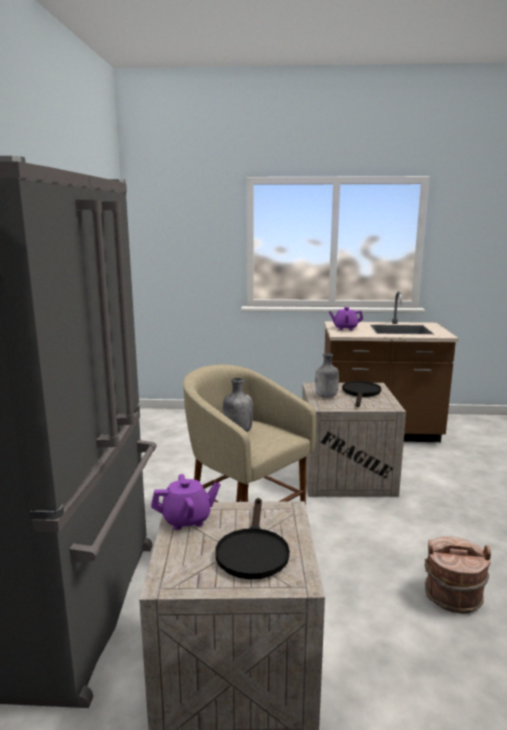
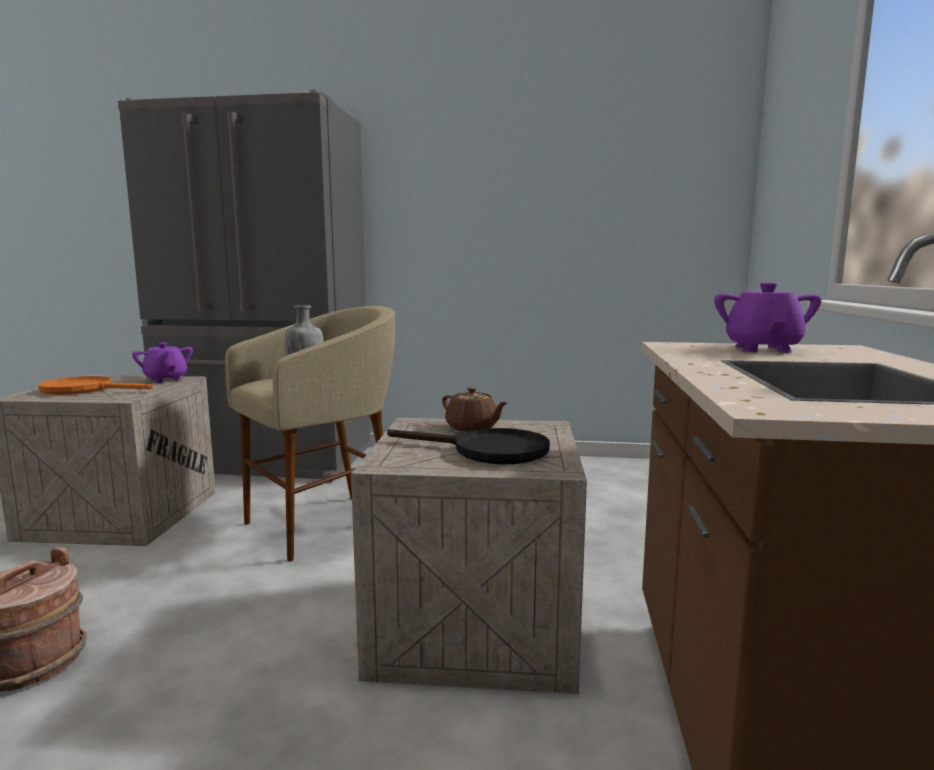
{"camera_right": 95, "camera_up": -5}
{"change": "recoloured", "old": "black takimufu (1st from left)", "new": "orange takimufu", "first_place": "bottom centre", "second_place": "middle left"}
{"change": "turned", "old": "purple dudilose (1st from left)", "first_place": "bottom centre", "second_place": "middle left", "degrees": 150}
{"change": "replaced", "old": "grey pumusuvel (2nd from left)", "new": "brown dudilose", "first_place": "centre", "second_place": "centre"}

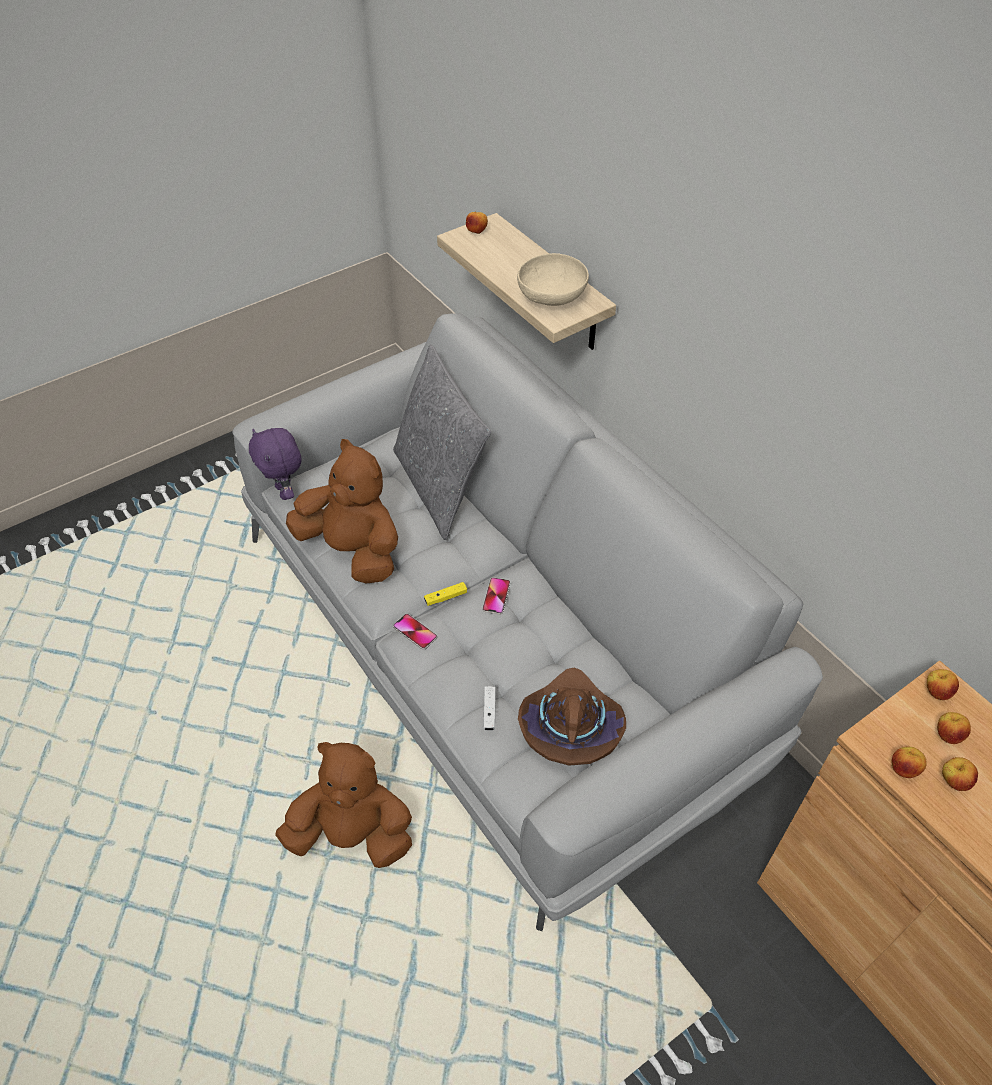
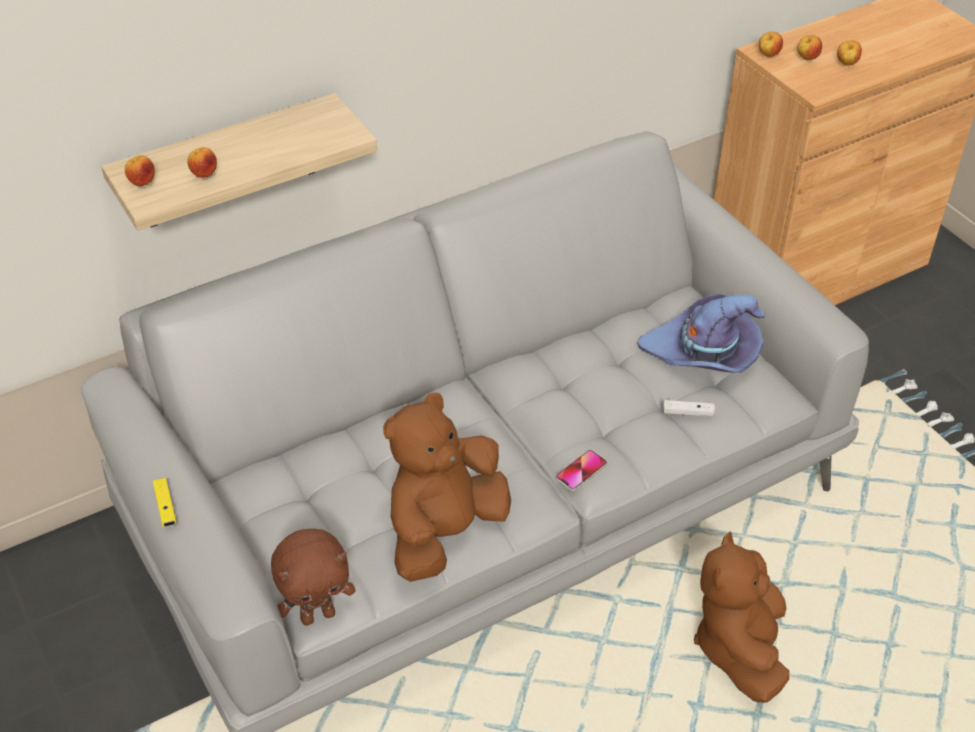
{"camera_right": -85, "camera_up": -5}
{"change": "moved", "old": "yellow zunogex", "first_place": "centre", "second_place": "bottom left"}
{"change": "moved", "old": "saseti (2nd from left)", "first_place": "bottom right", "second_place": "top left"}
{"change": "recoloured", "old": "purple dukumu", "new": "brown dukumu (1st from left)", "first_place": "middle left", "second_place": "bottom left"}
{"change": "recoloured", "old": "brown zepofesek", "new": "purple zepofesek", "first_place": "centre", "second_place": "middle right"}
{"change": "removed", "old": "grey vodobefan", "first_place": "centre"}
{"change": "removed", "old": "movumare (2nd from left)", "first_place": "centre"}
{"change": "removed", "old": "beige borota", "first_place": "top centre"}

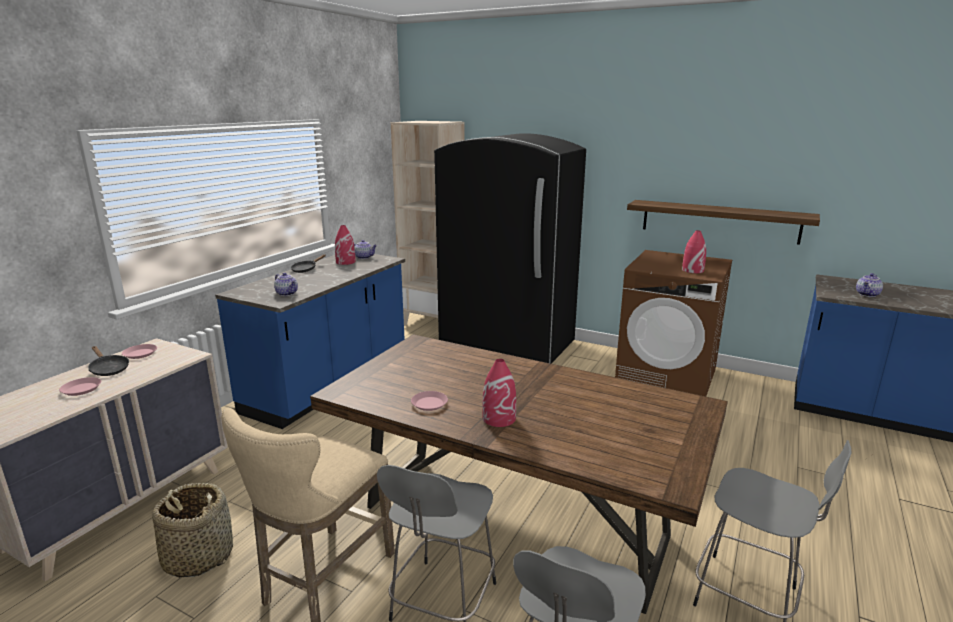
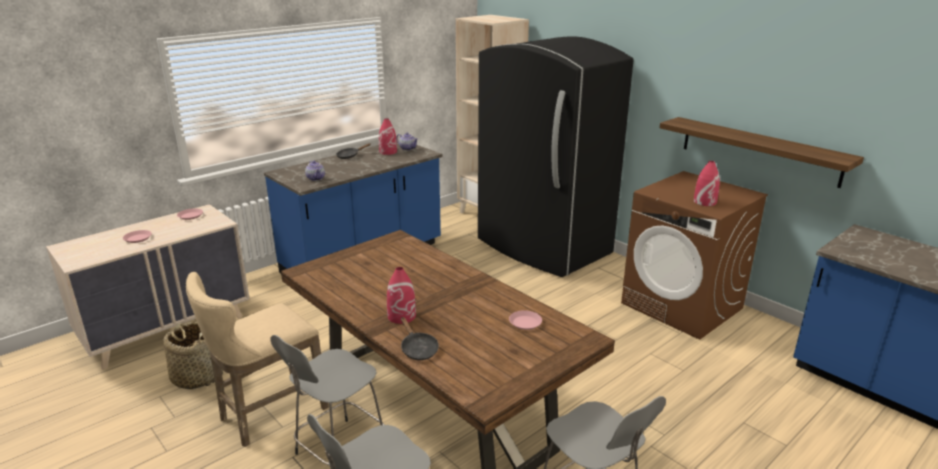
{"camera_right": 20, "camera_up": 5}
{"change": "moved", "old": "black takimufu (1st from left in the first image)", "new": "black takimufu (2nd from left)", "first_place": "middle left", "second_place": "bottom centre"}
{"change": "moved", "old": "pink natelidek (3rd from left)", "first_place": "centre", "second_place": "bottom centre"}
{"change": "removed", "old": "dudilose (3rd from left)", "first_place": "middle right"}

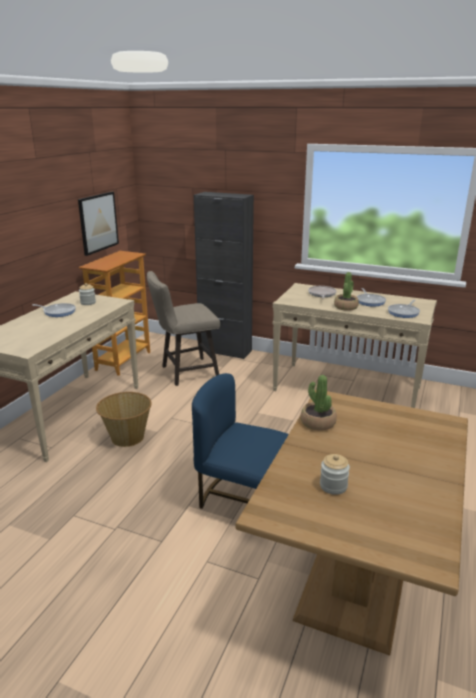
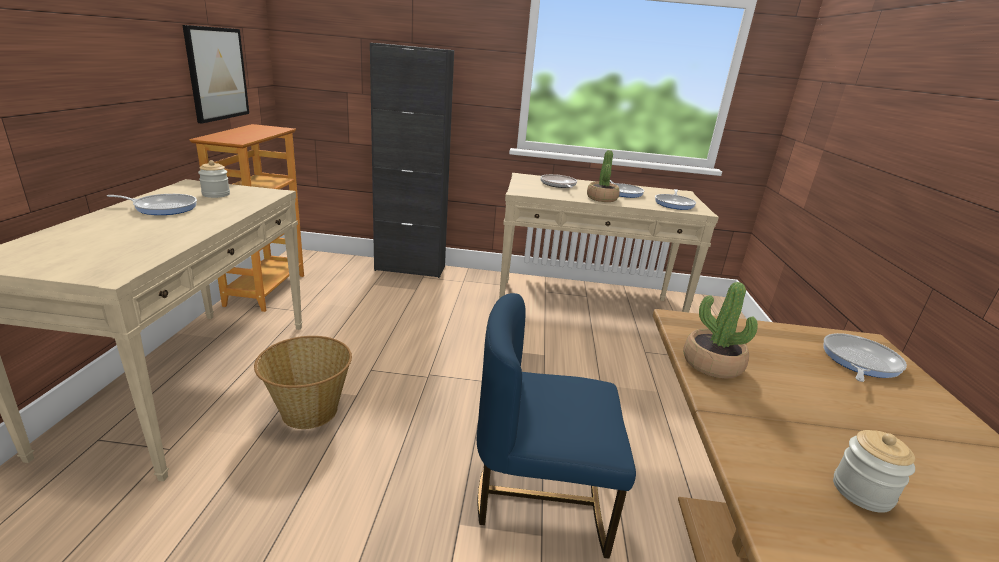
{"camera_right": -20, "camera_up": 0}
{"change": "added", "new": "takimufu (5th from left)", "second_place": "middle right"}
{"change": "removed", "old": "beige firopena", "first_place": "centre"}

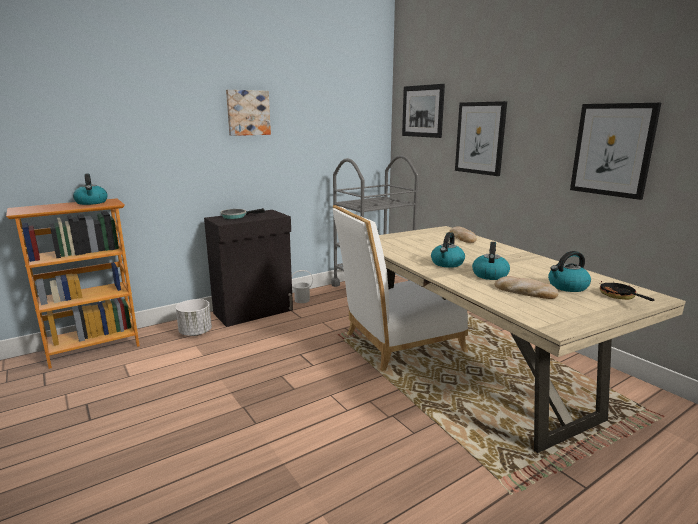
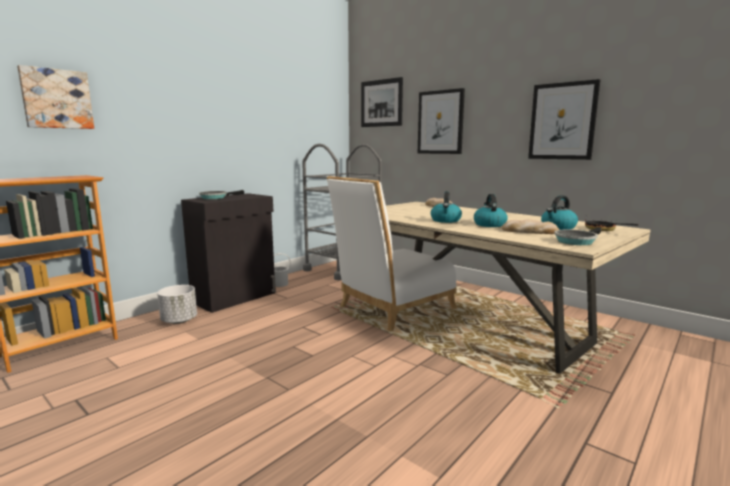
{"camera_right": -15, "camera_up": -5}
{"change": "moved", "old": "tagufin (1st from left)", "first_place": "top centre", "second_place": "top left"}
{"change": "added", "new": "takimufu (2nd from left)", "second_place": "middle right"}
{"change": "removed", "old": "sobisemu (1st from left)", "first_place": "middle left"}

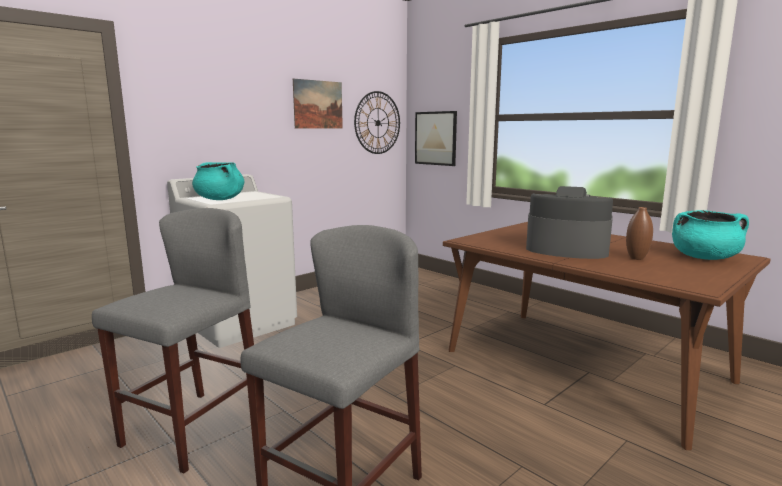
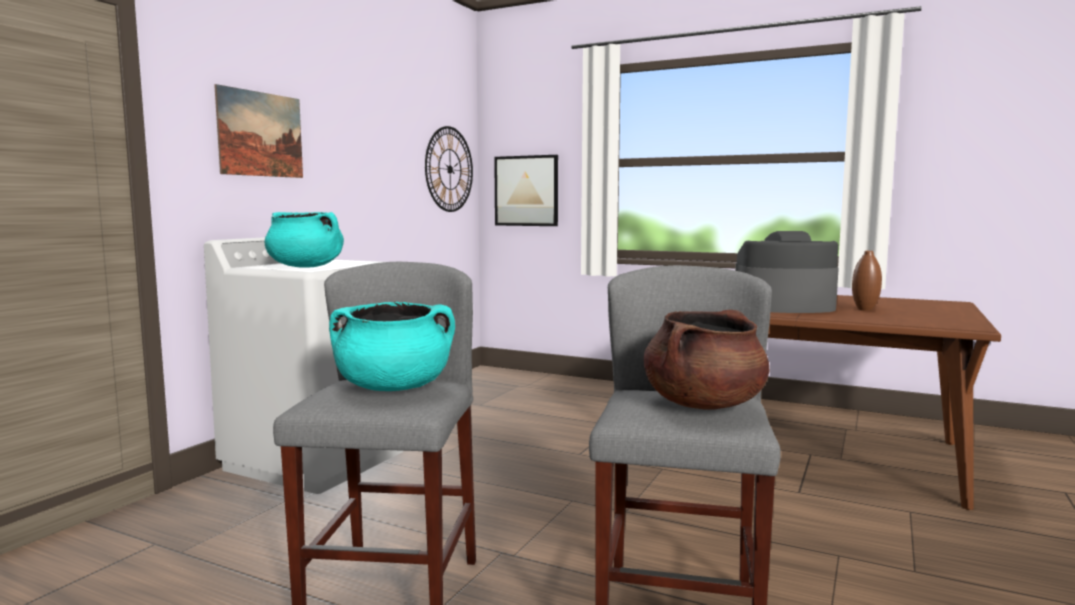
{"camera_right": -20, "camera_up": -5}
{"change": "moved", "old": "tagufin (1st from left)", "first_place": "top centre", "second_place": "top left"}
{"change": "moved", "old": "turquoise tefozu (2nd from left)", "first_place": "middle right", "second_place": "centre"}
{"change": "added", "new": "brown tefozu", "second_place": "centre"}

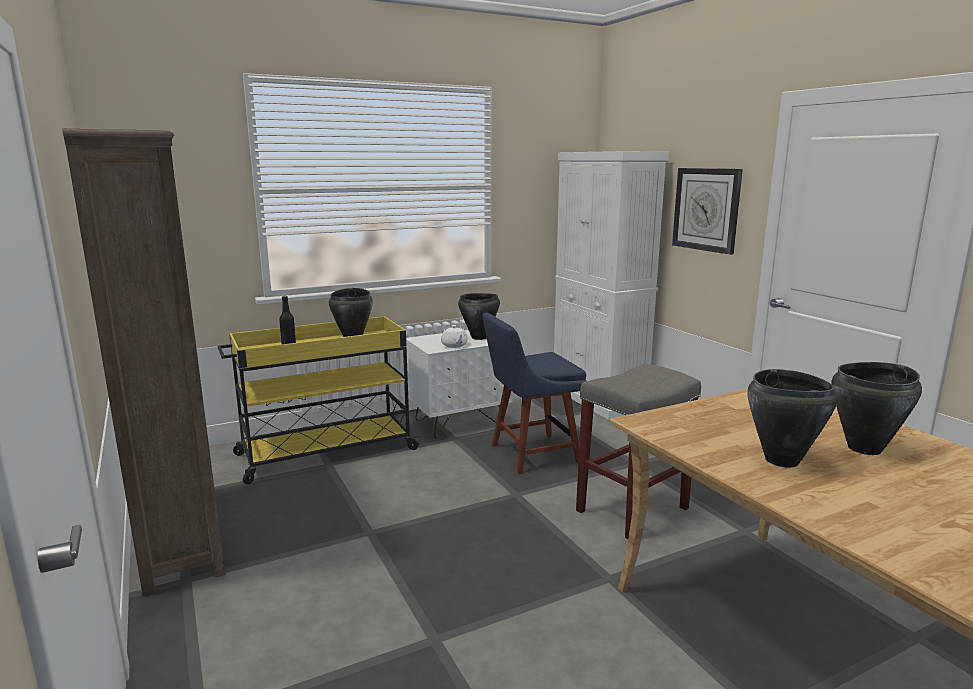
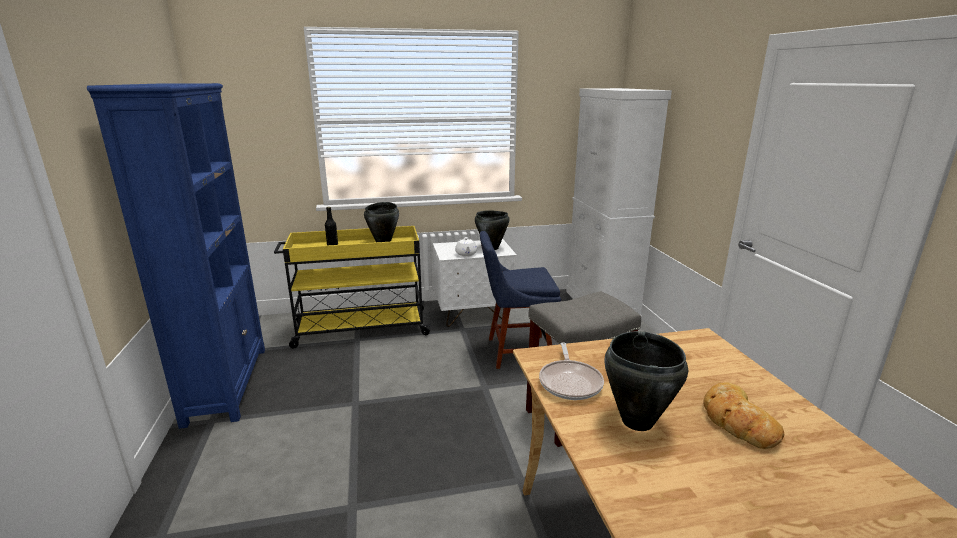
{"camera_right": 15, "camera_up": 5}
{"change": "recoloured", "old": "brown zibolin", "new": "blue zibolin", "first_place": "middle left", "second_place": "middle left"}
{"change": "added", "new": "takimufu", "second_place": "bottom centre"}
{"change": "replaced", "old": "black tefozu (4th from left)", "new": "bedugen", "first_place": "middle right", "second_place": "bottom right"}
{"change": "removed", "old": "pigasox", "first_place": "top right"}

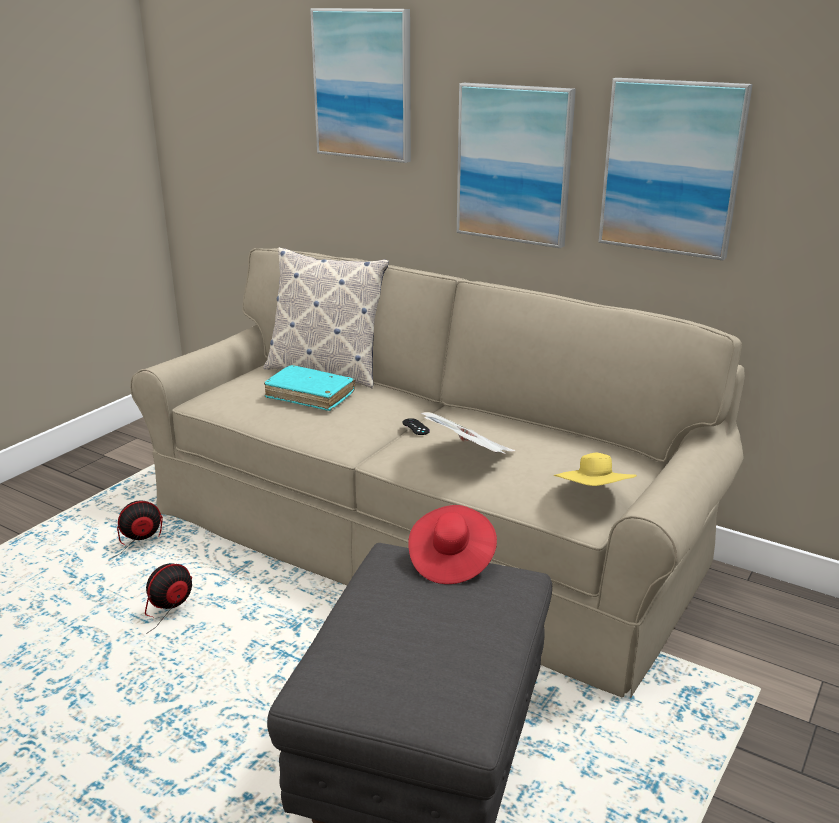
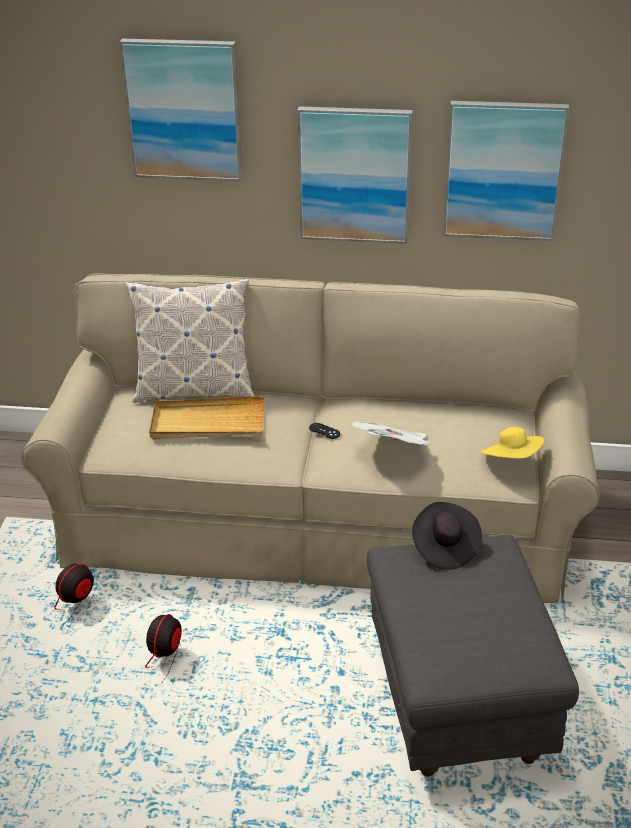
{"camera_right": -25, "camera_up": 10}
{"change": "replaced", "old": "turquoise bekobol", "new": "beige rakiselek", "first_place": "centre", "second_place": "middle left"}
{"change": "recoloured", "old": "red zepofesek", "new": "black zepofesek", "first_place": "centre", "second_place": "middle right"}

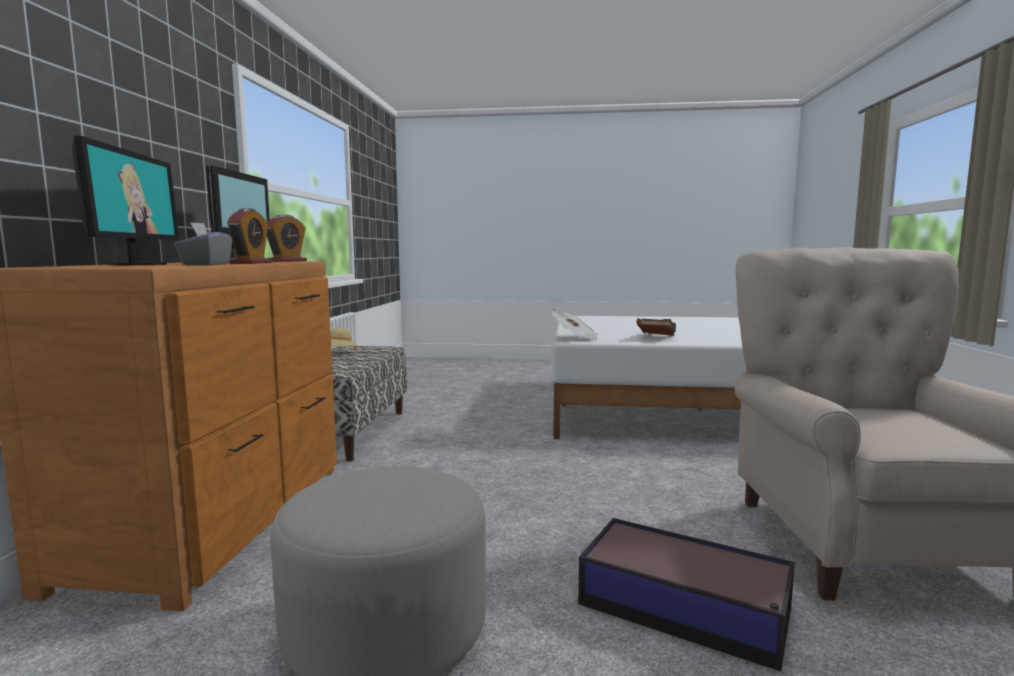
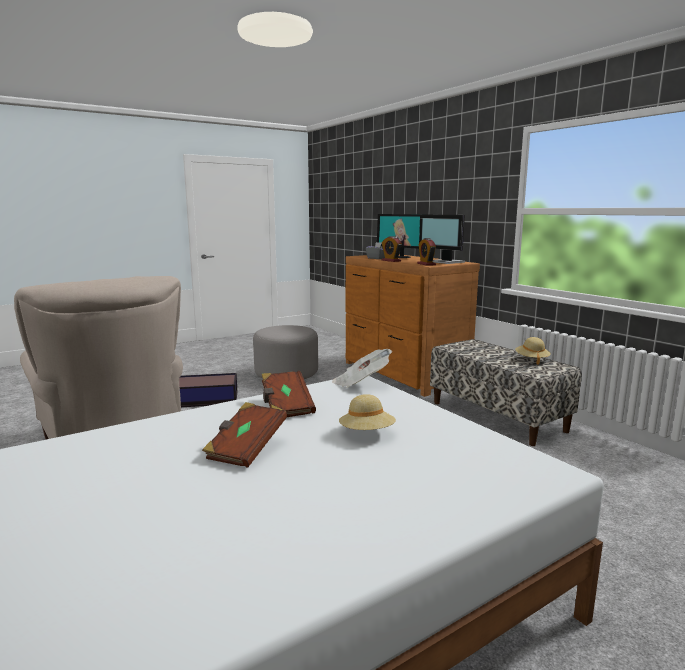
{"camera_right": 140, "camera_up": 5}
{"change": "added", "new": "brown bekobol (1st from left)", "second_place": "centre"}
{"change": "added", "new": "beige zepofesek (1st from left)", "second_place": "centre"}

